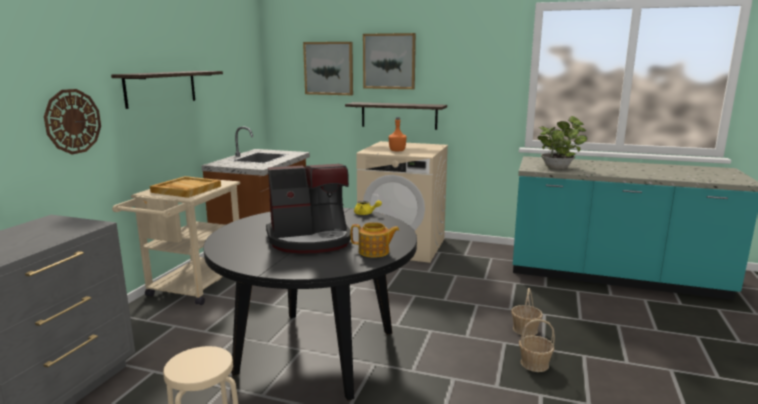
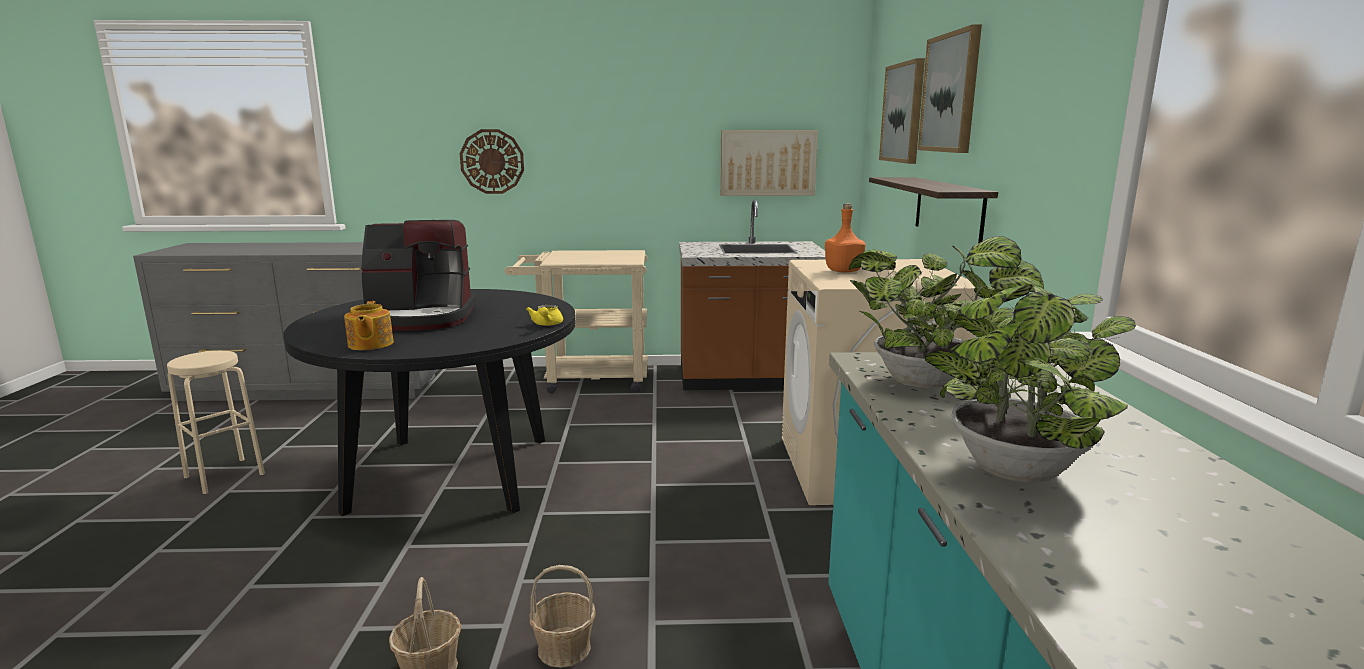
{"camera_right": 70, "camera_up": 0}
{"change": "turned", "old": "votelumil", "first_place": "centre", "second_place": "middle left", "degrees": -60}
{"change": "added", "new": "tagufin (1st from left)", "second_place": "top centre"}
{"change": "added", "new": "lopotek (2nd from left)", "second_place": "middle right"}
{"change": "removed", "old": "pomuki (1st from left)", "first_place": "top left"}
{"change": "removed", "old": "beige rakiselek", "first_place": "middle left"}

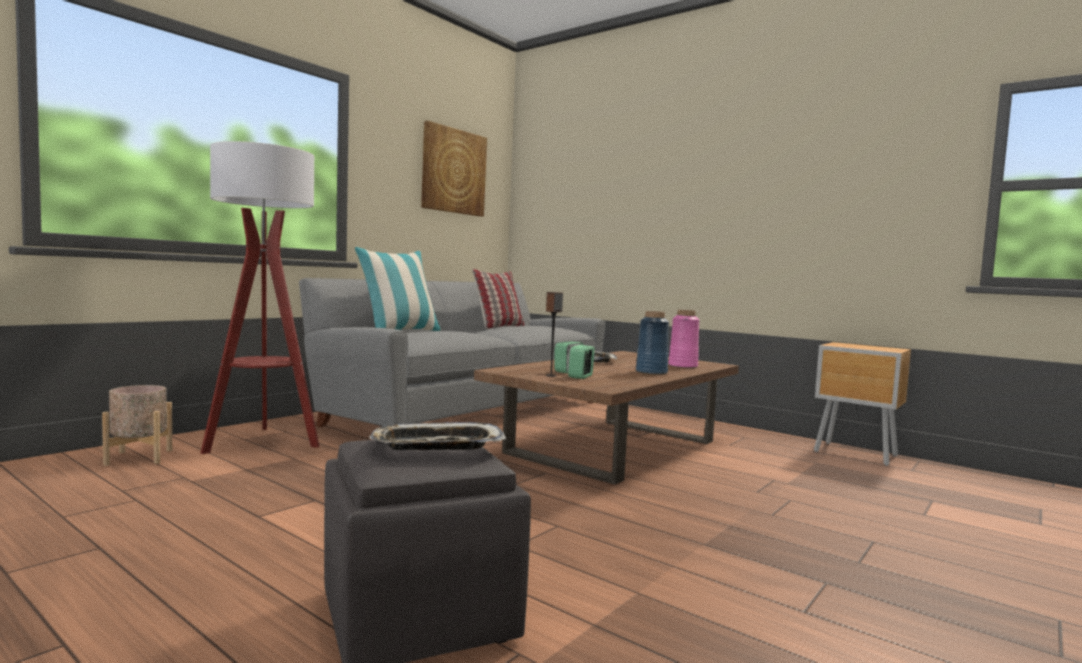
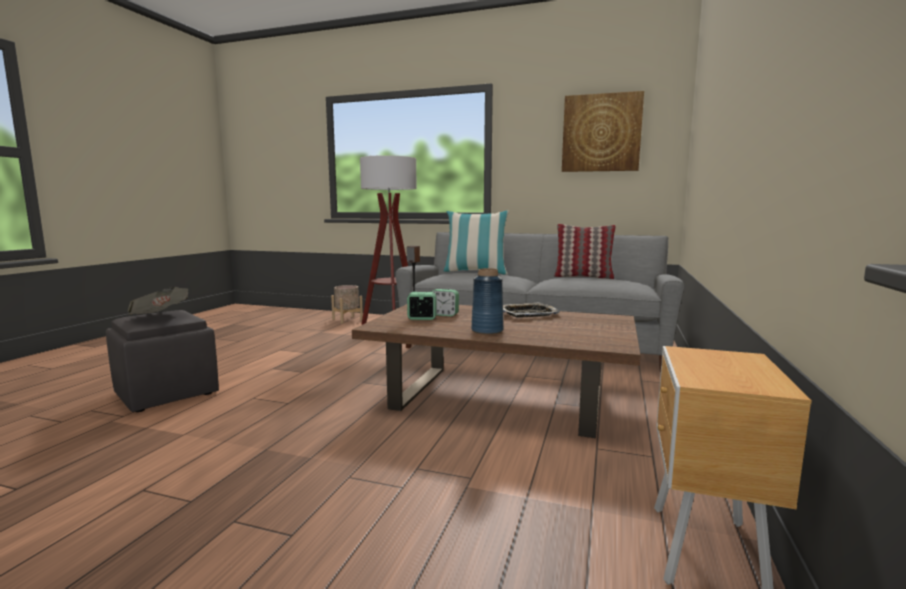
{"camera_right": 70, "camera_up": 5}
{"change": "replaced", "old": "rakiselek (1st from left)", "new": "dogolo", "first_place": "centre", "second_place": "middle left"}
{"change": "removed", "old": "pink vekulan", "first_place": "centre"}

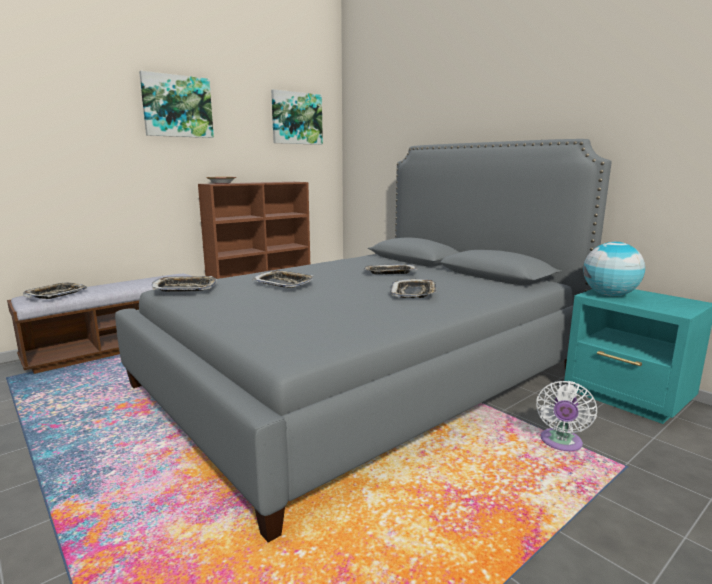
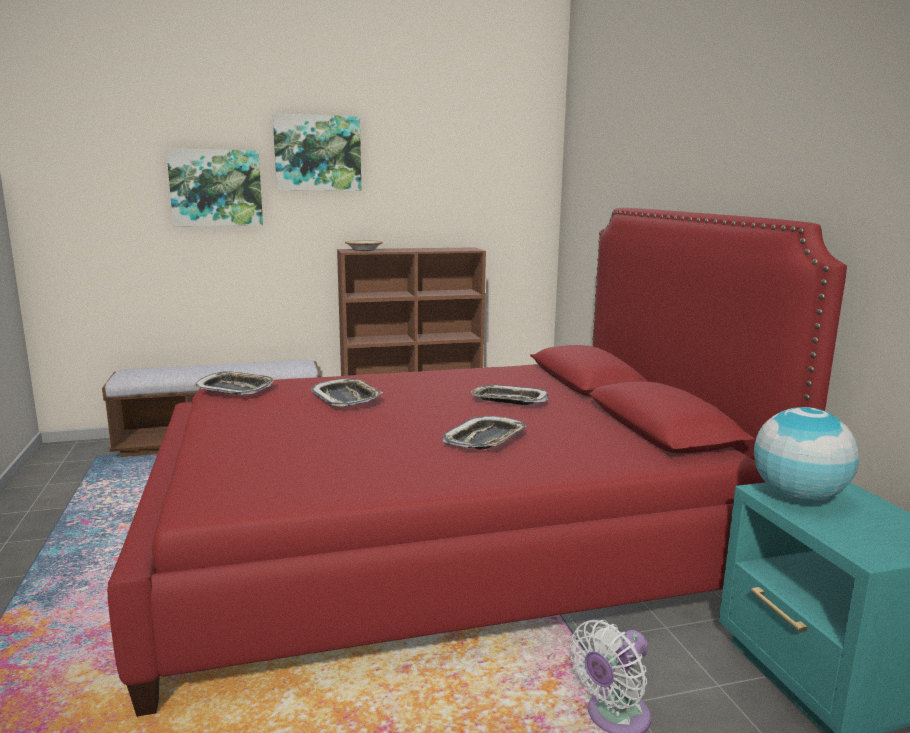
{"camera_right": 25, "camera_up": 0}
{"change": "recoloured", "old": "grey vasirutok", "new": "red vasirutok", "first_place": "centre", "second_place": "centre"}
{"change": "moved", "old": "tagufin (2nd from left in the first image)", "new": "tagufin (1st from left)", "first_place": "top centre", "second_place": "top left"}
{"change": "removed", "old": "rakiselek (1st from left)", "first_place": "middle left"}

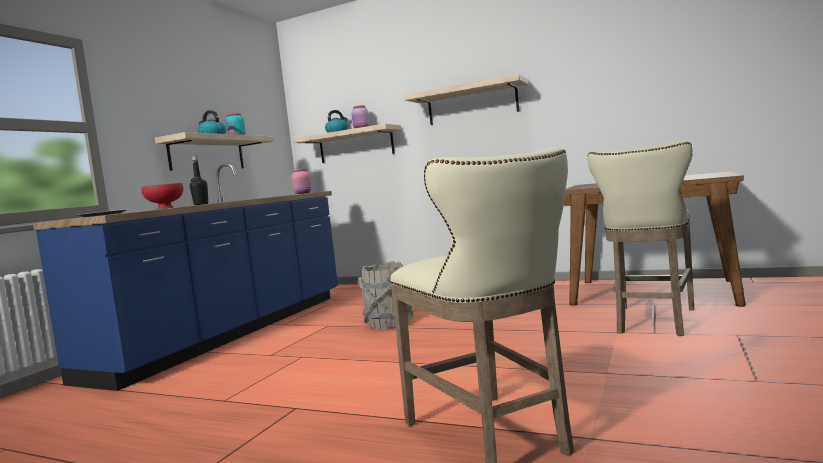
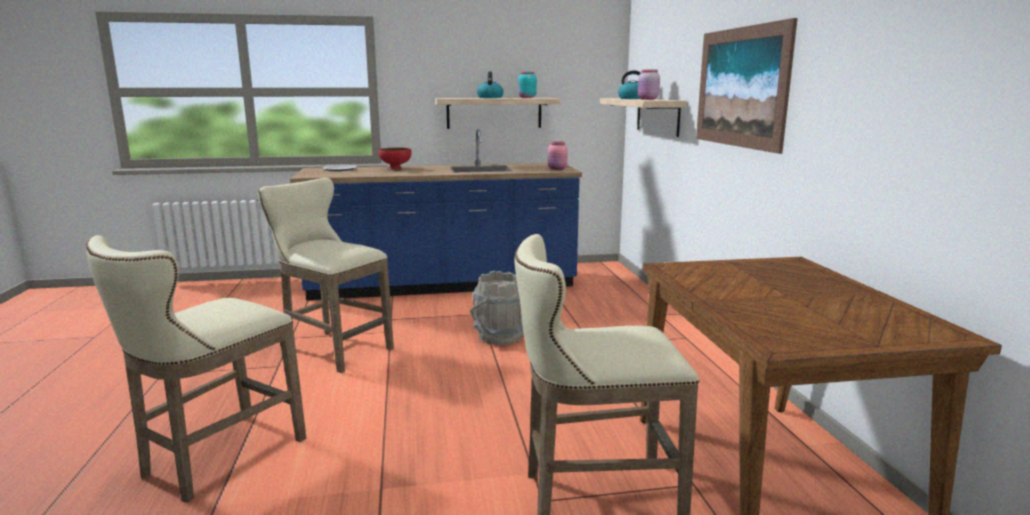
{"camera_right": 55, "camera_up": 10}
{"change": "added", "new": "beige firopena (2nd from left)", "second_place": "middle left"}
{"change": "replaced", "old": "pomuki (3rd from left)", "new": "tagufin", "first_place": "top centre", "second_place": "top right"}
{"change": "removed", "old": "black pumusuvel", "first_place": "middle left"}

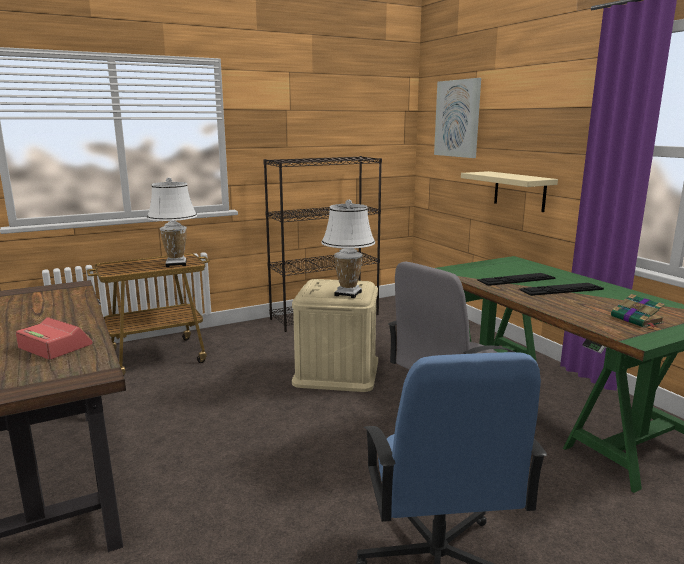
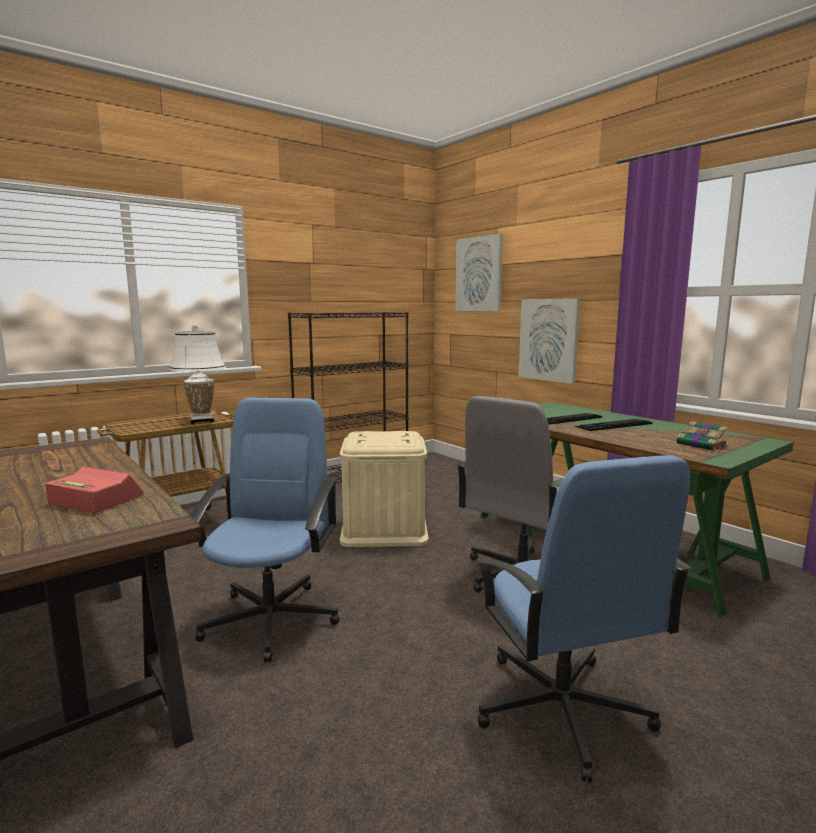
{"camera_right": -10, "camera_up": -5}
{"change": "added", "new": "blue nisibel (1st from left)", "second_place": "middle left"}
{"change": "replaced", "old": "beige pomuki", "new": "tagufin (2nd from left)", "first_place": "middle right", "second_place": "middle right"}
{"change": "removed", "old": "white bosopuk (2nd from left)", "first_place": "centre"}

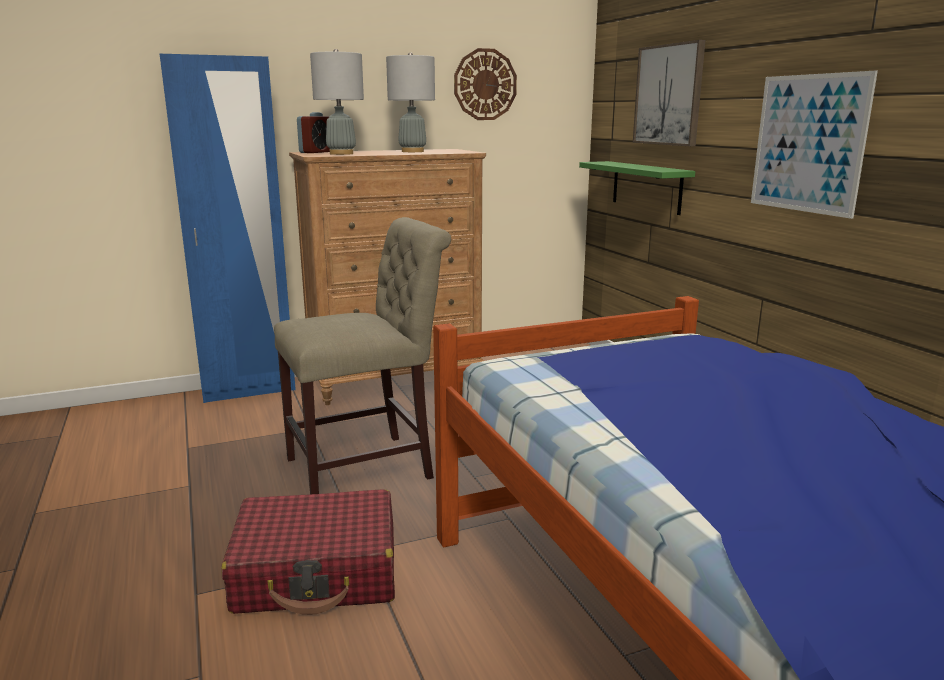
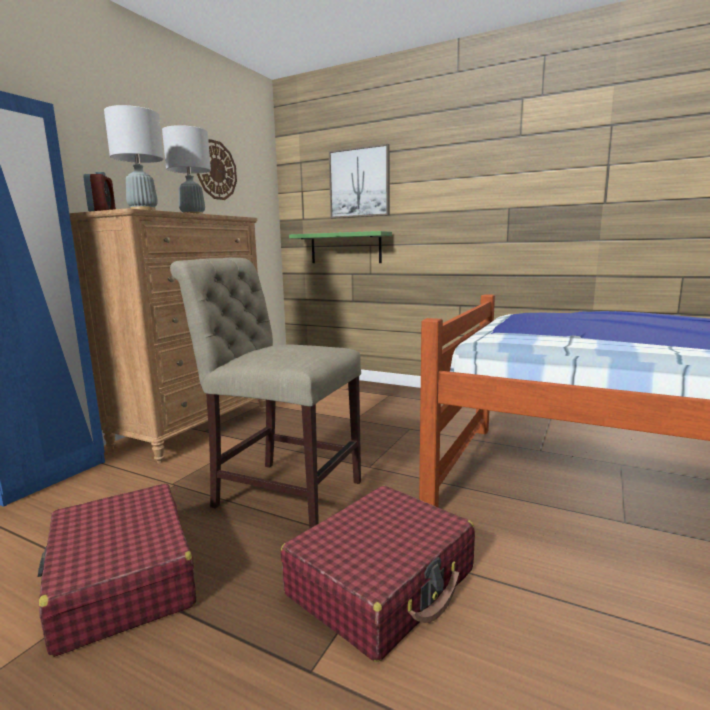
{"camera_right": -40, "camera_up": -5}
{"change": "added", "new": "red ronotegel (1st from left)", "second_place": "bottom left"}
{"change": "turned", "old": "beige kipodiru", "first_place": "centre", "second_place": "centre", "degrees": -90}
{"change": "removed", "old": "tagufin (2nd from left)", "first_place": "top right"}

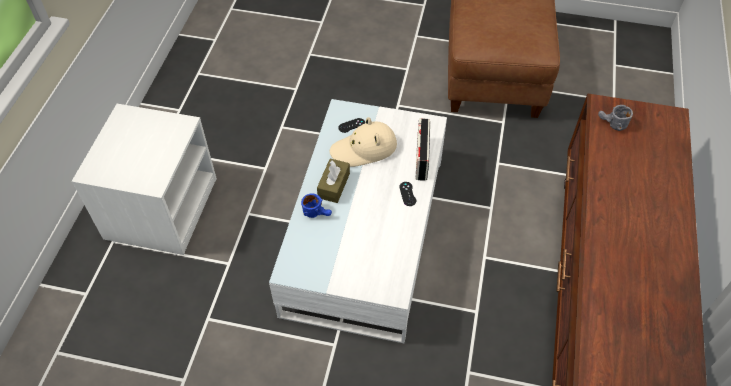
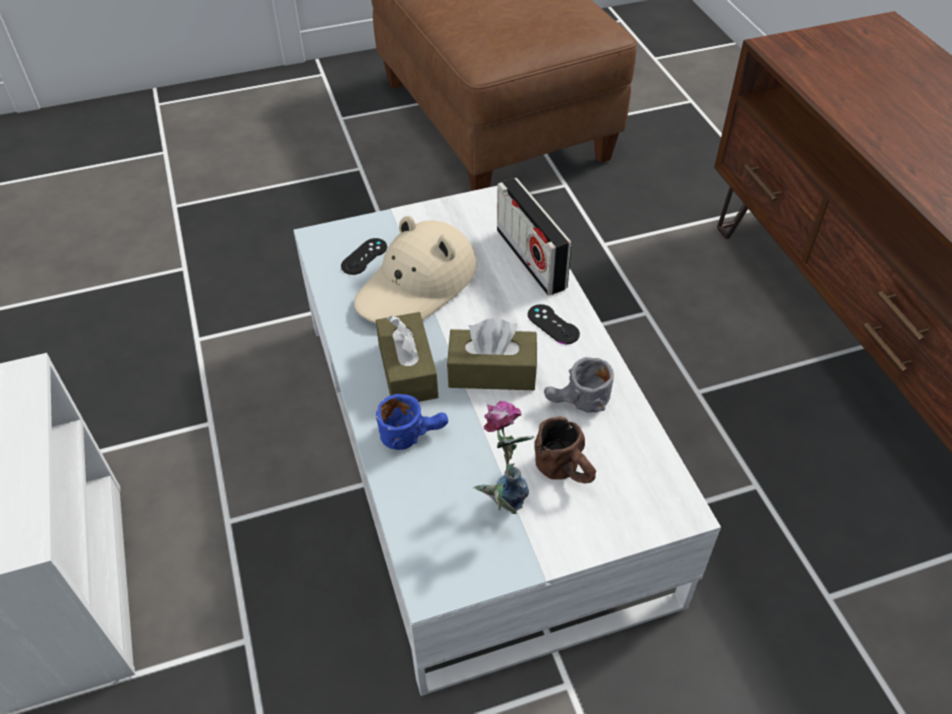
{"camera_right": -30, "camera_up": -5}
{"change": "added", "new": "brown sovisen (2nd from left)", "second_place": "centre"}
{"change": "added", "new": "vekulan", "second_place": "centre"}
{"change": "added", "new": "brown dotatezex", "second_place": "centre"}
{"change": "moved", "old": "grey dotatezex", "first_place": "top right", "second_place": "centre"}

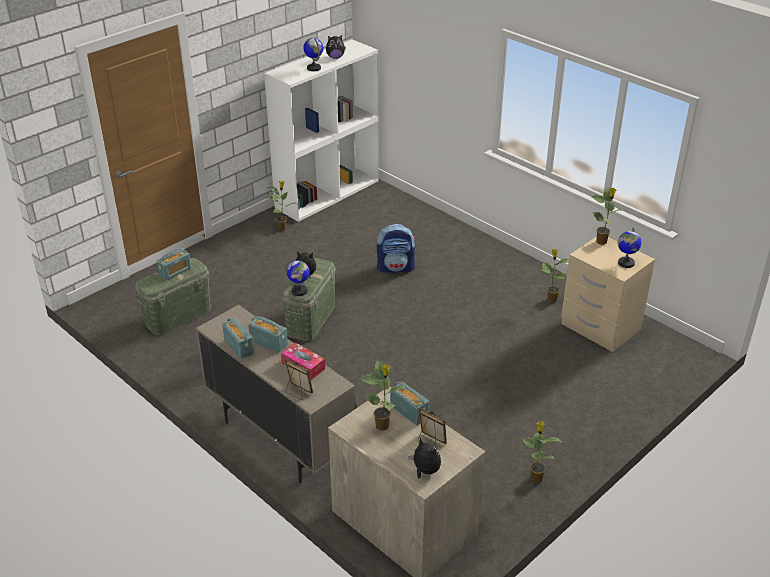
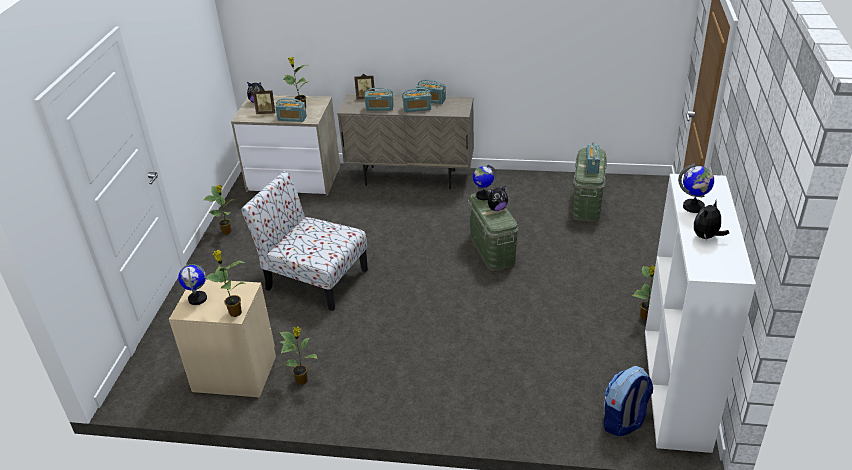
{"camera_right": 145, "camera_up": 0}
{"change": "added", "new": "kipodiru", "second_place": "centre"}
{"change": "replaced", "old": "sovisen", "new": "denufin (2nd from left)", "first_place": "centre", "second_place": "top centre"}
{"change": "moved", "old": "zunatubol", "first_place": "centre", "second_place": "bottom right"}

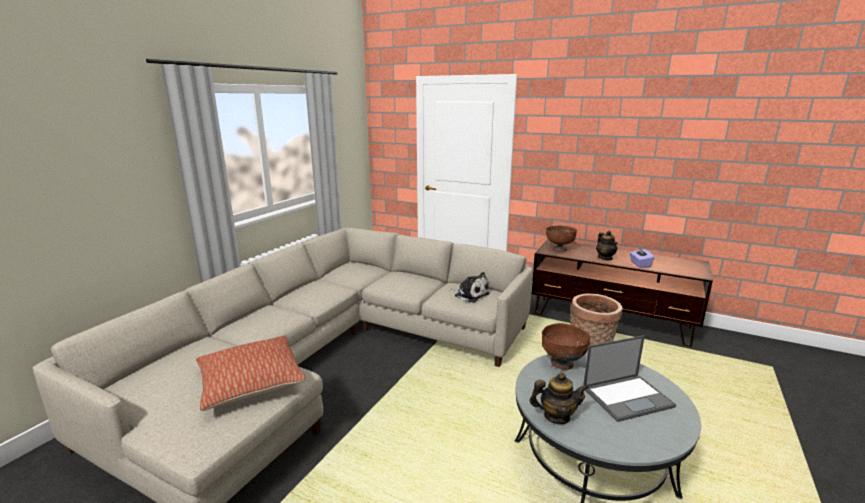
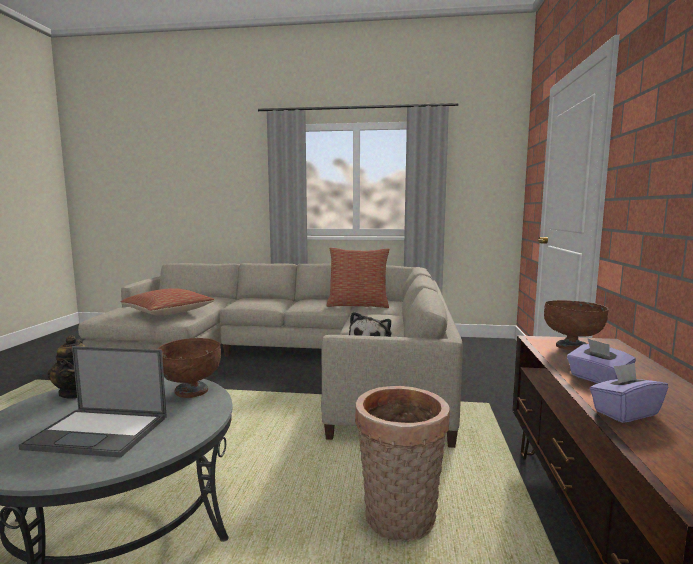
{"camera_right": 70, "camera_up": -10}
{"change": "turned", "old": "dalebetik", "first_place": "bottom right", "second_place": "bottom left", "degrees": -45}
{"change": "added", "new": "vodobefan (2nd from left)", "second_place": "centre"}
{"change": "replaced", "old": "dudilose (2nd from left)", "new": "purple sovisen (1st from left)", "first_place": "middle right", "second_place": "middle right"}

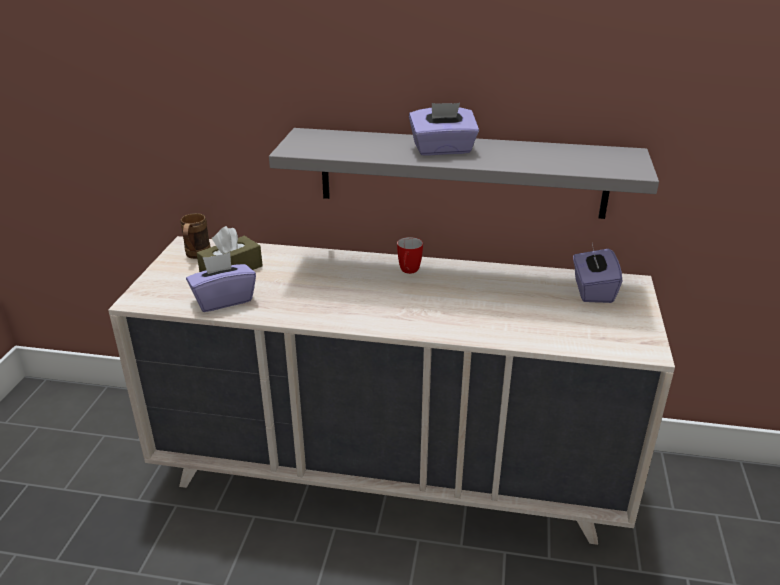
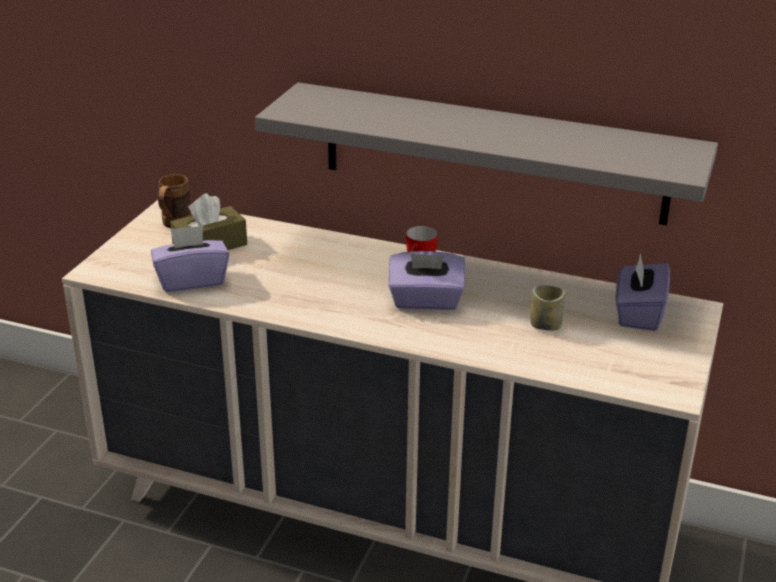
{"camera_right": 10, "camera_up": 0}
{"change": "moved", "old": "purple sovisen (2nd from left)", "first_place": "top centre", "second_place": "centre"}
{"change": "added", "new": "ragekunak", "second_place": "middle right"}

